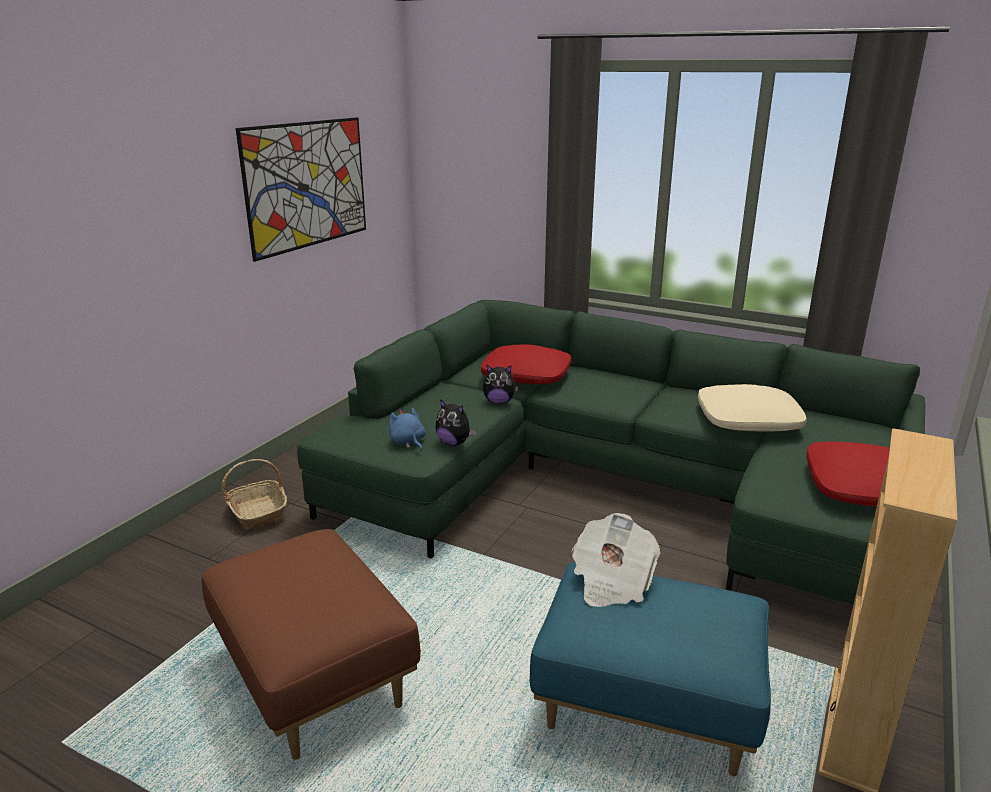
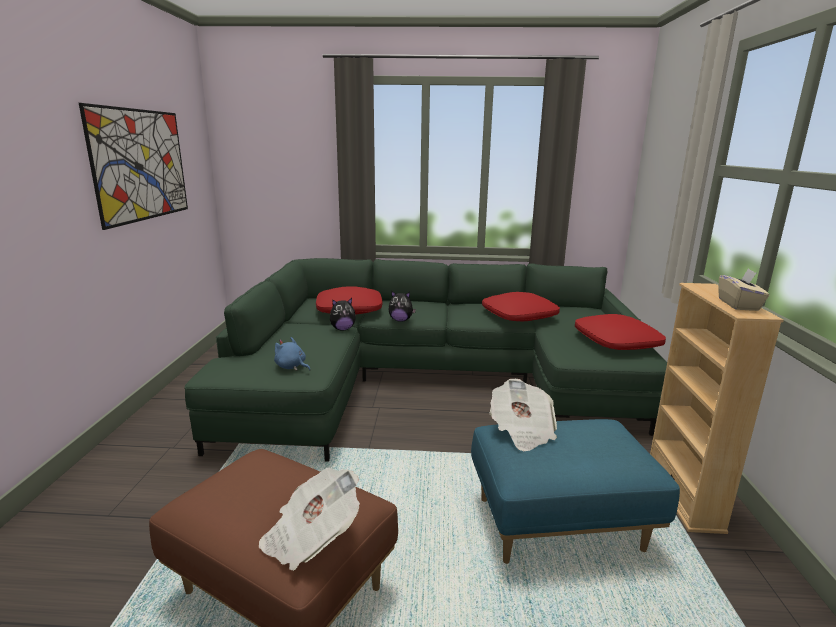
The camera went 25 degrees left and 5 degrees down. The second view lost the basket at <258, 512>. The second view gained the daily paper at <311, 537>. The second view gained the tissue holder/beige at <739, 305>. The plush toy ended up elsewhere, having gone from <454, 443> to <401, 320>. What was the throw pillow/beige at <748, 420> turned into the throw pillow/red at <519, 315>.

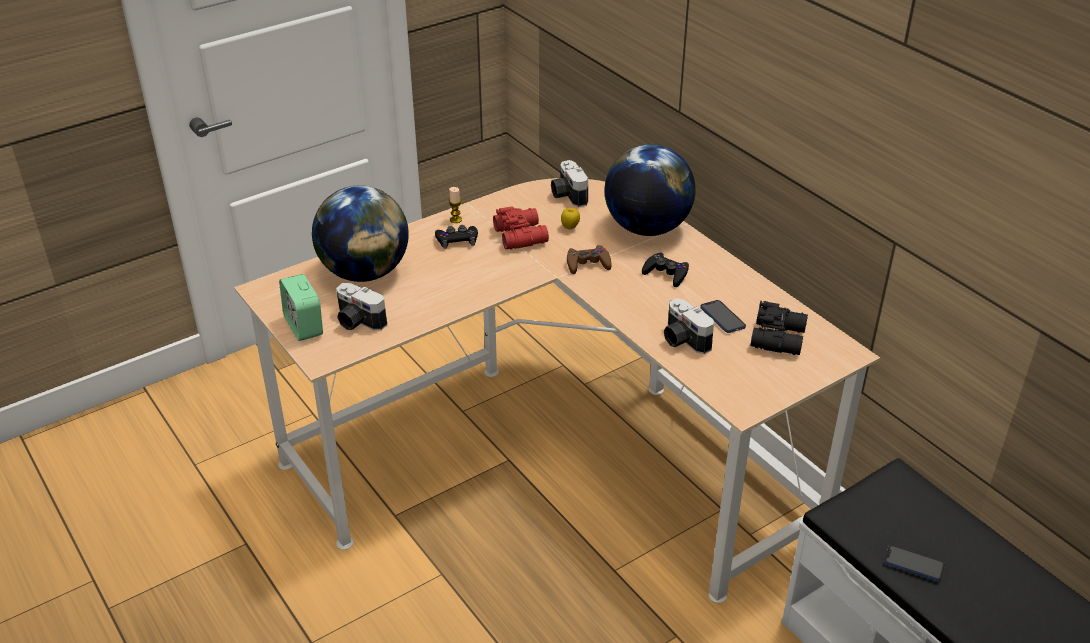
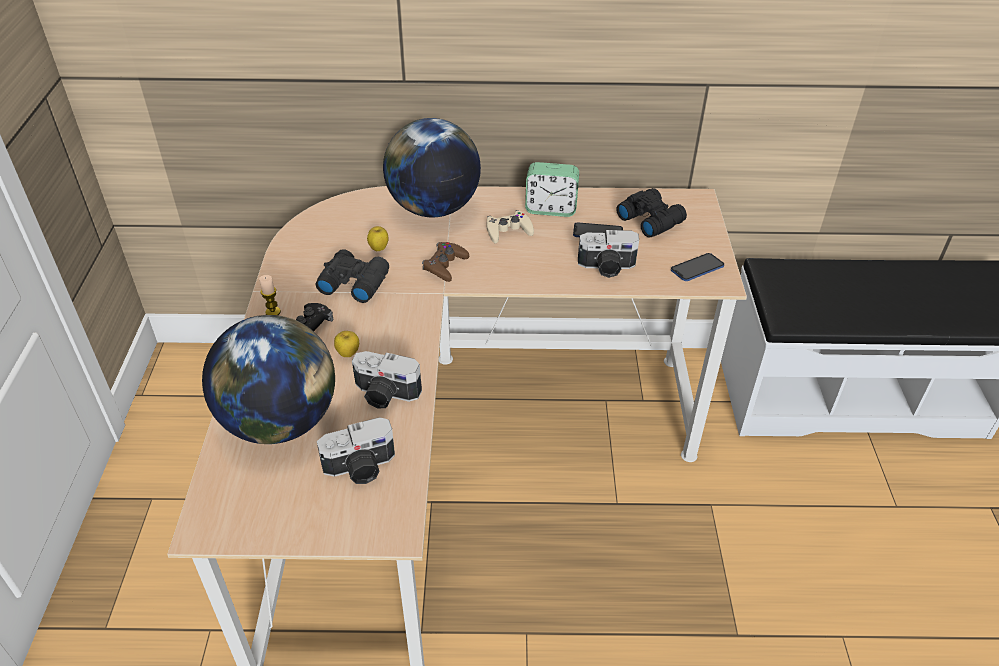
The camera went 55 degrees left and 5 degrees up. The second view gained the whole apple at <348, 354>. The alarm clock ended up elsewhere, having gone from <304, 326> to <551, 209>. The still camera ended up elsewhere, having gone from <567, 195> to <385, 395>. The handset ended up elsewhere, having gone from <914, 564> to <697, 268>. What was the pair of binoculars/red at <521, 235> turned into the pair of binoculars/blackish at <353, 282>. What was the gamepad/blackish at <666, 273> turned into the gamepad/beige at <508, 231>.

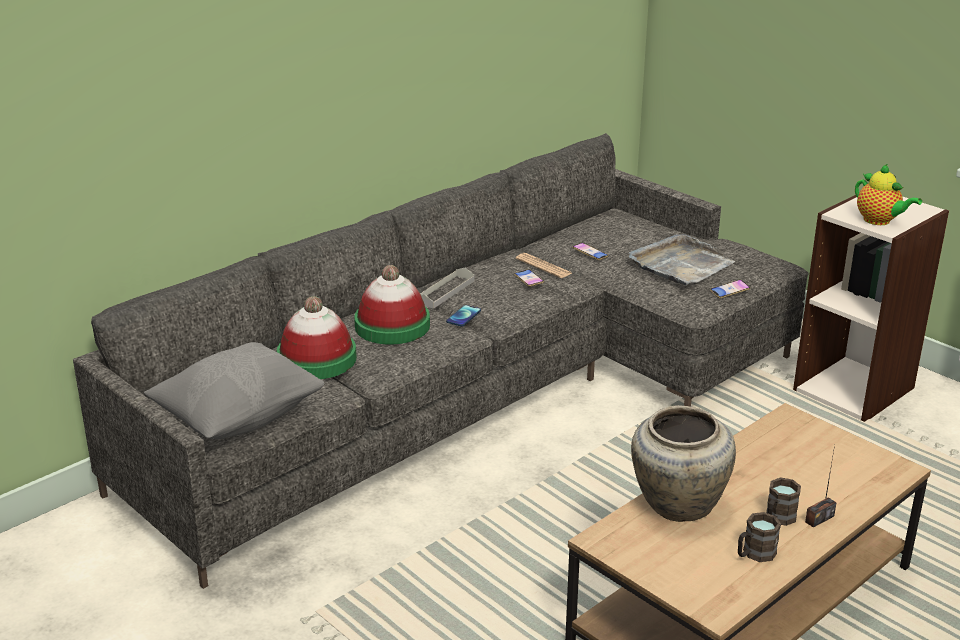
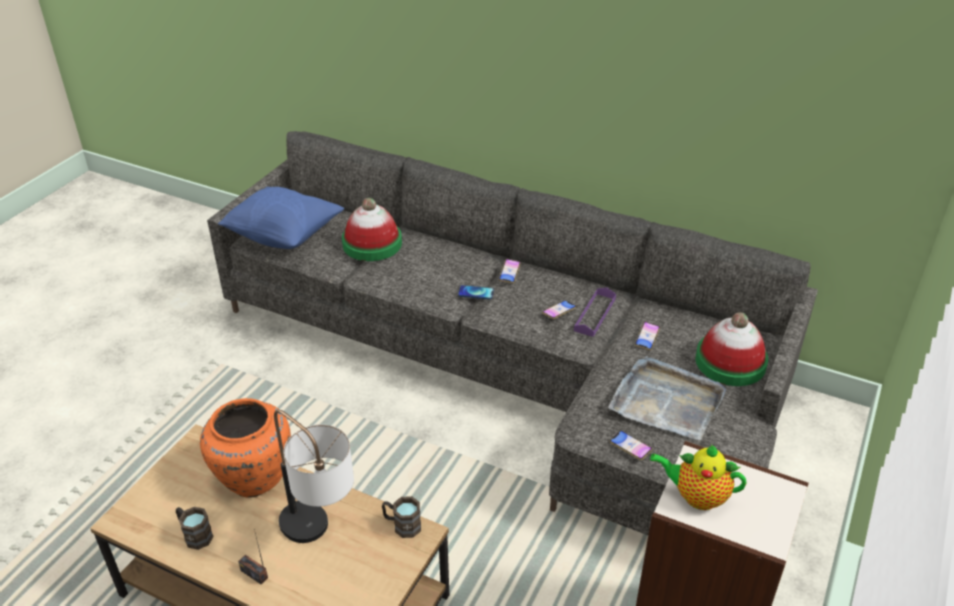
The camera went 70 degrees right and 10 degrees up. The second view gained the lamp for a table at <320, 537>. The clothing hat ended up elsewhere, having gone from <392, 326> to <730, 362>. The tea mug/brown ended up elsewhere, having gone from <777, 519> to <402, 525>. Where the serving tray/grey stood at <445, 291>, the handset came to stand at <509, 273>. Where the daily paper stood at <543, 266>, the serving tray/purplish came to stand at <595, 314>. What was the throw pillow/grey at <239, 418> turned into the throw pillow/blue at <284, 236>. What was the flower vase/beige at <676, 505> turned into the flower vase/orange at <254, 476>. The teapot at <879, 221> ended up facing another way, 75 degrees clockwise from before.

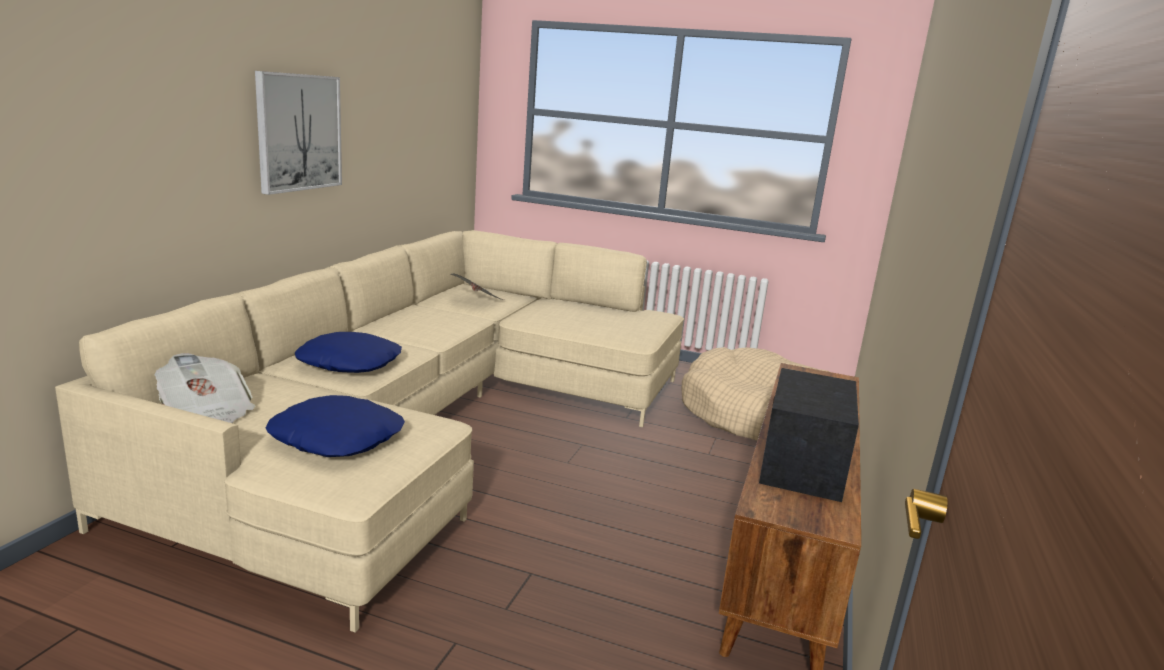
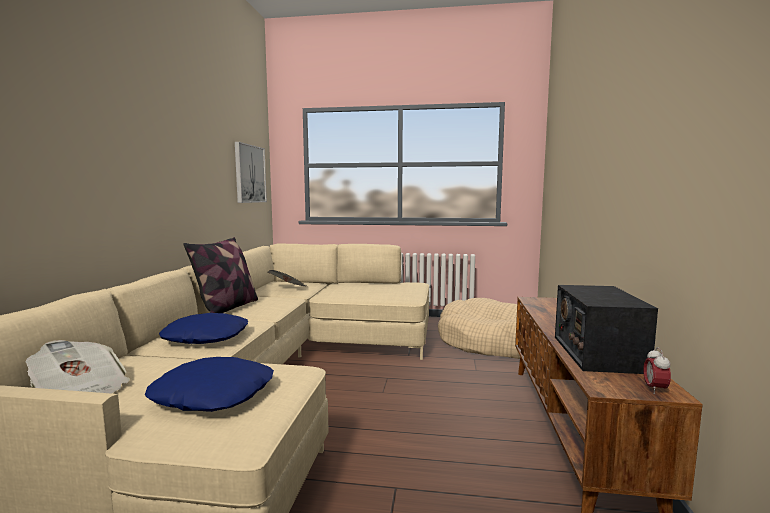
The camera went 10 degrees left and 10 degrees down. The second view gained the throw pillow at <227, 308>. The second view gained the alarm clock at <655, 389>. The picture ended up elsewhere, having gone from <298, 132> to <249, 174>.

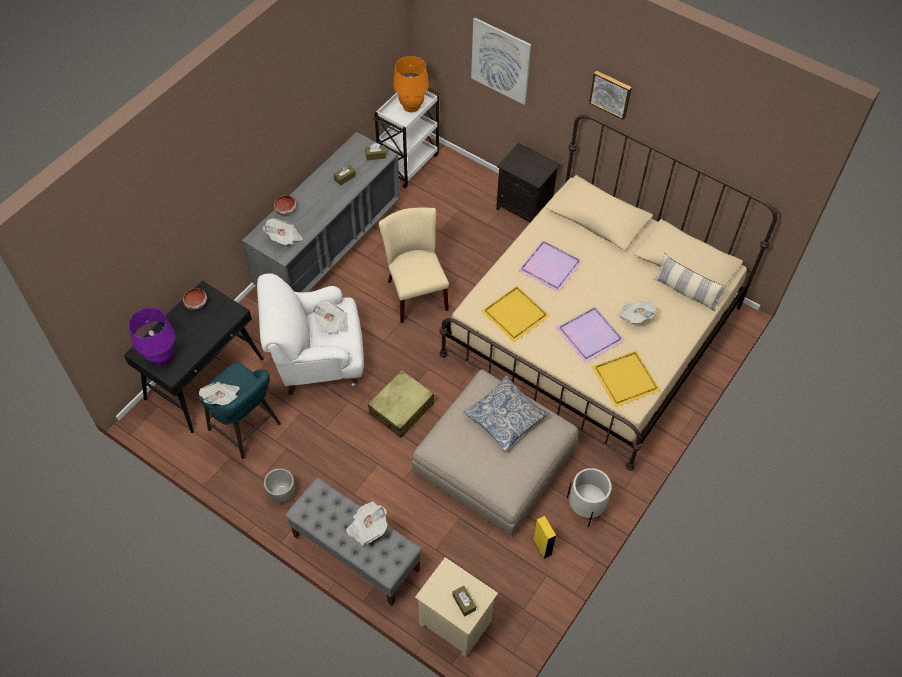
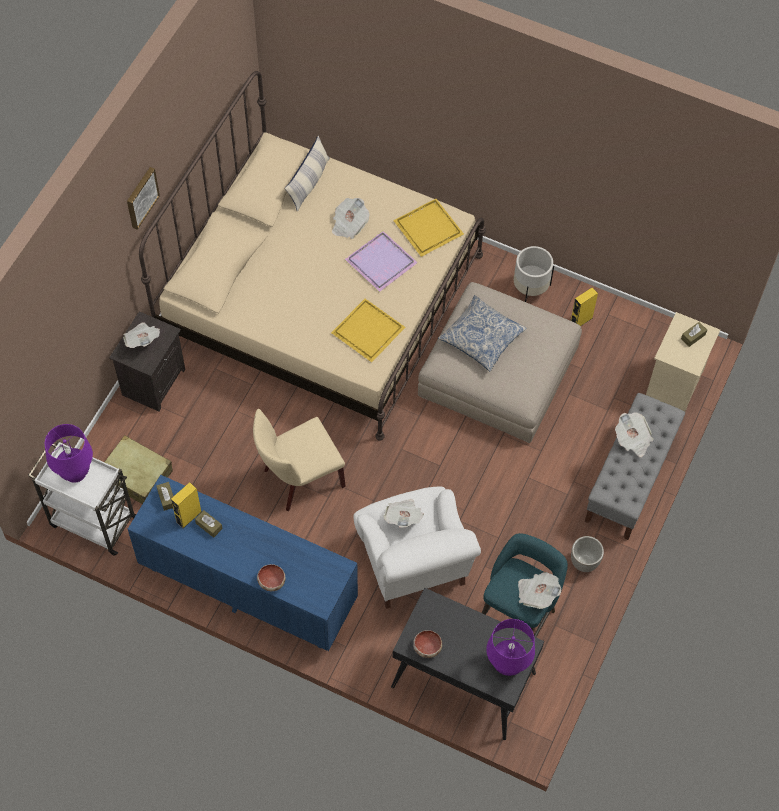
The camera went 100 degrees left and 5 degrees up. The second view lost the picture at <500, 61>. The second view lost the serving tray/purplish at <548, 267>. The second view gained the speaker/yellowish at <188, 516>. The daily paper ended up elsewhere, having gone from <284, 238> to <142, 340>. The travel case/beige ended up elsewhere, having gone from <402, 408> to <136, 476>. What was the dresser/grey at <329, 248> turned into the dresser/blue at <247, 586>. What was the lamp for a table/orange at <411, 106> turned into the lamp for a table/purplish at <75, 472>.

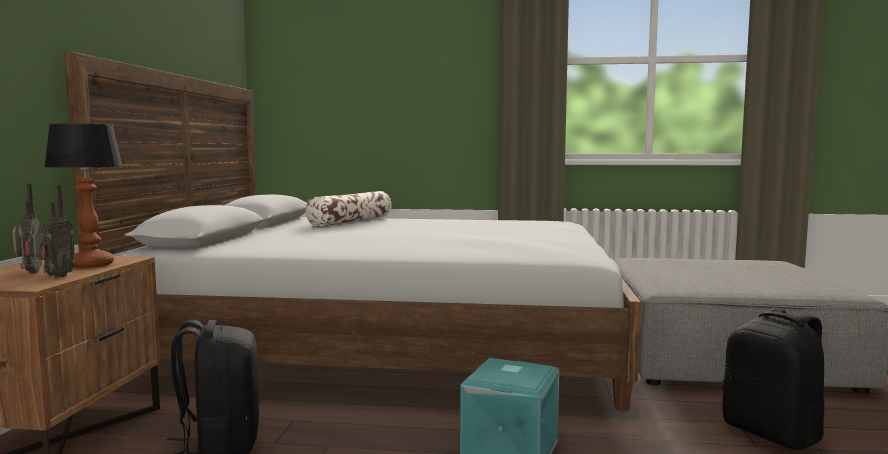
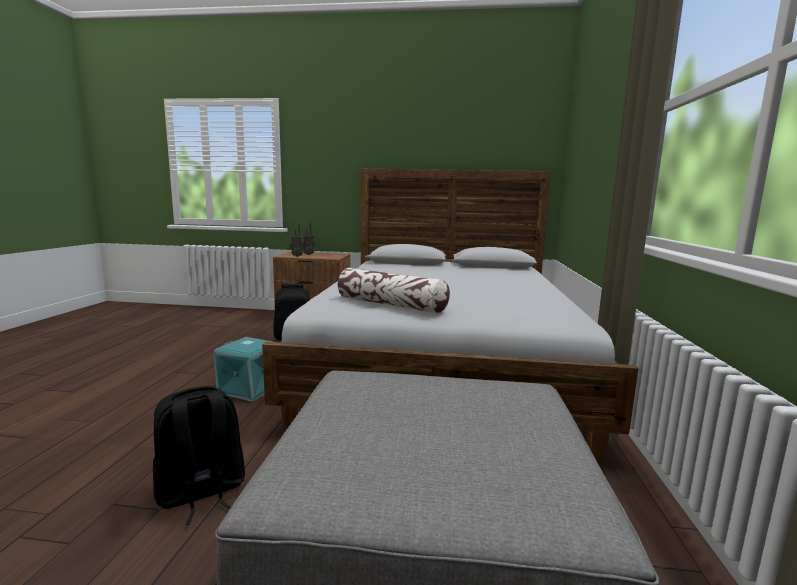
The camera went 90 degrees right and 5 degrees up. The second view lost the lamp for a table at <91, 264>. The throw pillow ended up elsewhere, having gone from <351, 221> to <391, 304>.

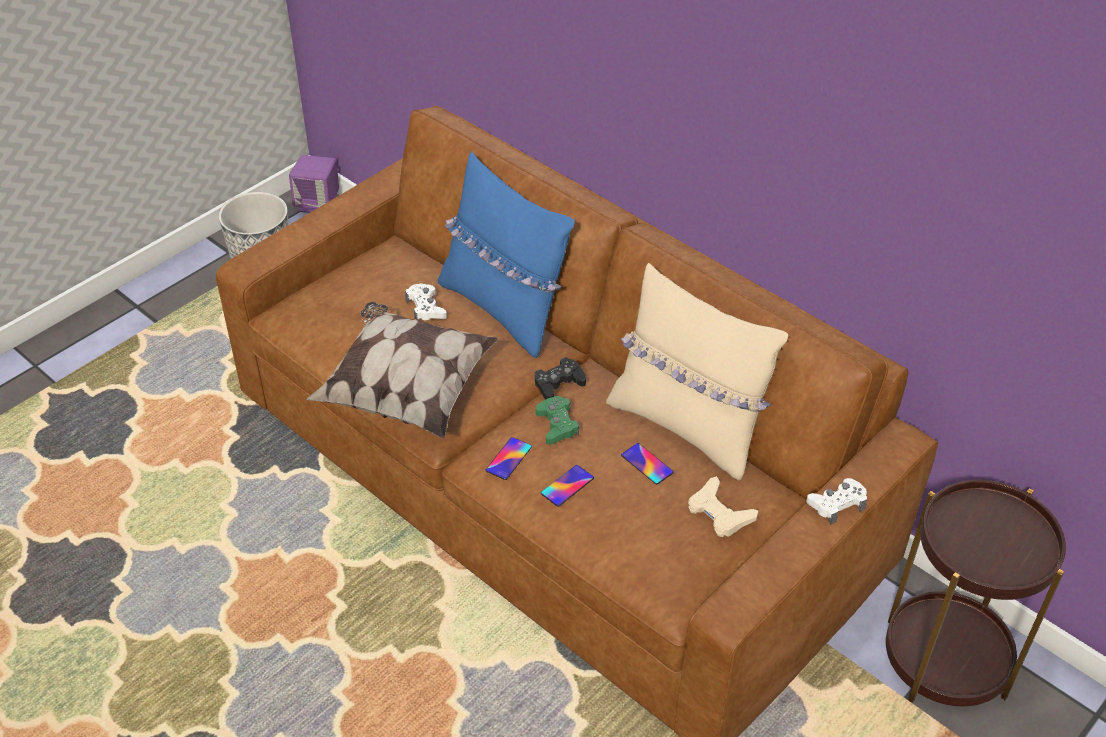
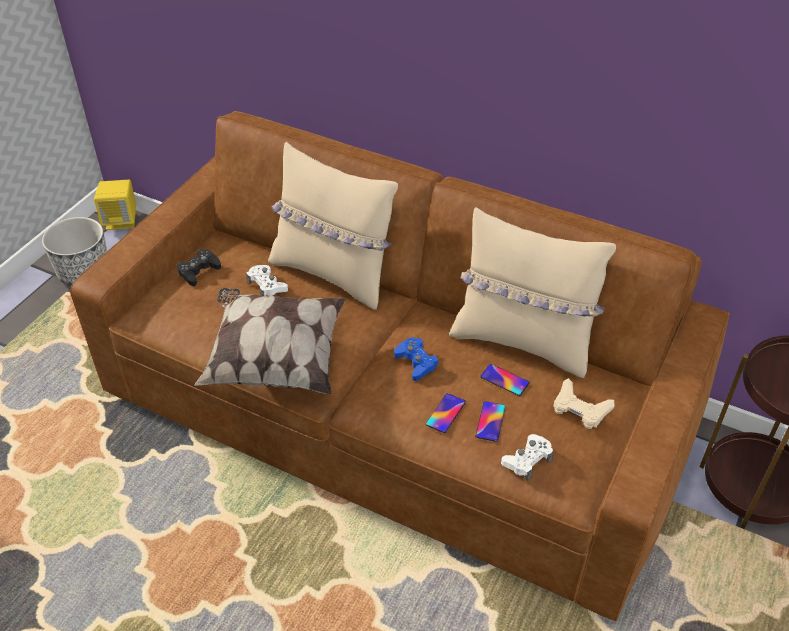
The camera went 15 degrees left and 0 degrees up. The handset ended up elsewhere, having gone from <508, 459> to <490, 421>. The gamepad/blackish ended up elsewhere, having gone from <558, 384> to <198, 271>. The gamepad/whitish ended up elsewhere, having gone from <836, 504> to <527, 460>. What was the speaker/purplish at <318, 204> turned into the speaker/yellowish at <121, 221>. What was the throw pillow/blue at <504, 309> turned into the throw pillow/beige at <333, 274>. What was the gamepad/green-coloured at <557, 425> turned into the gamepad/blue at <416, 362>.

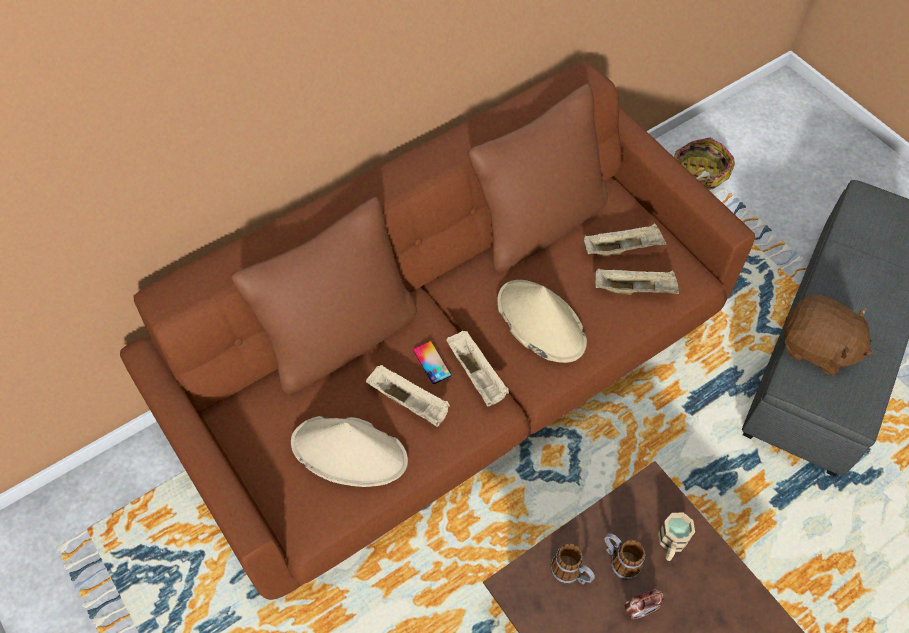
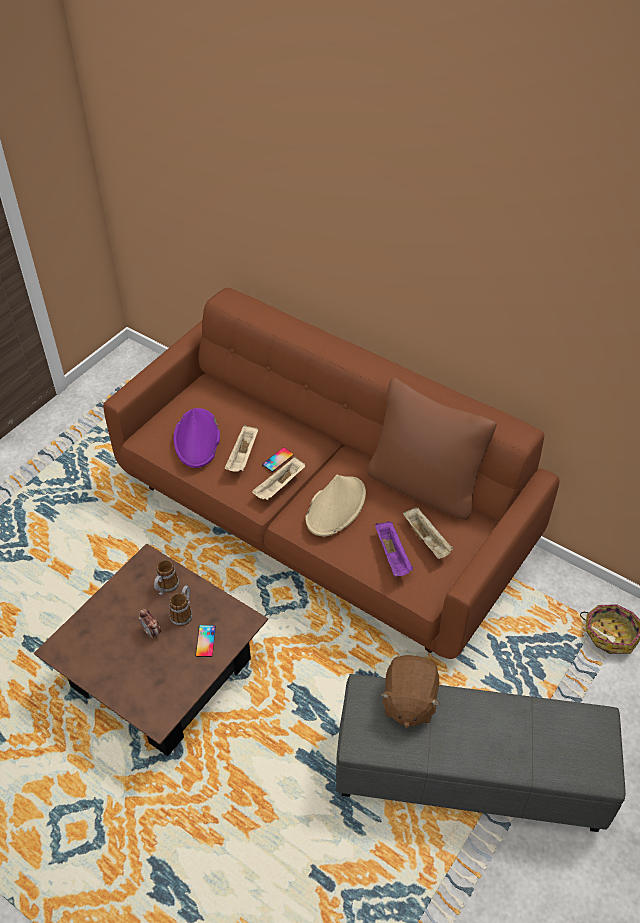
The camera went 70 degrees right and 10 degrees down. The second view lost the throw pillow/brown at <340, 338>. Where the tea mug/beige stood at <671, 544>, the handset came to stand at <205, 641>. What was the clothing hat/beige at <350, 452> turned into the clothing hat/purplish at <197, 439>. What was the serving tray/beige at <635, 289> turned into the serving tray/purplish at <393, 556>.

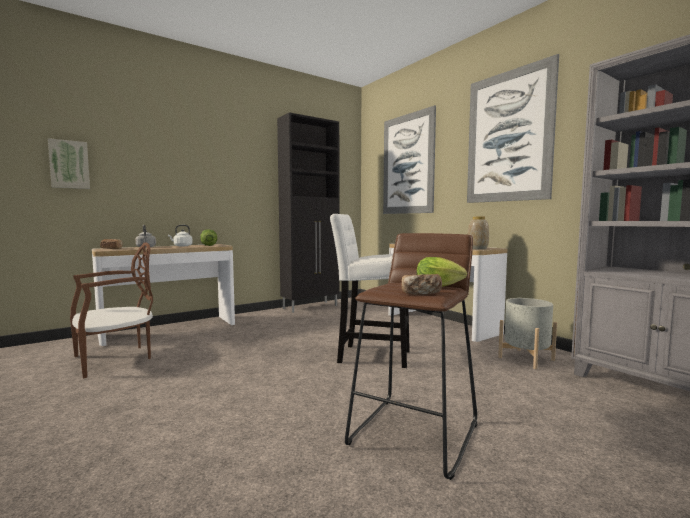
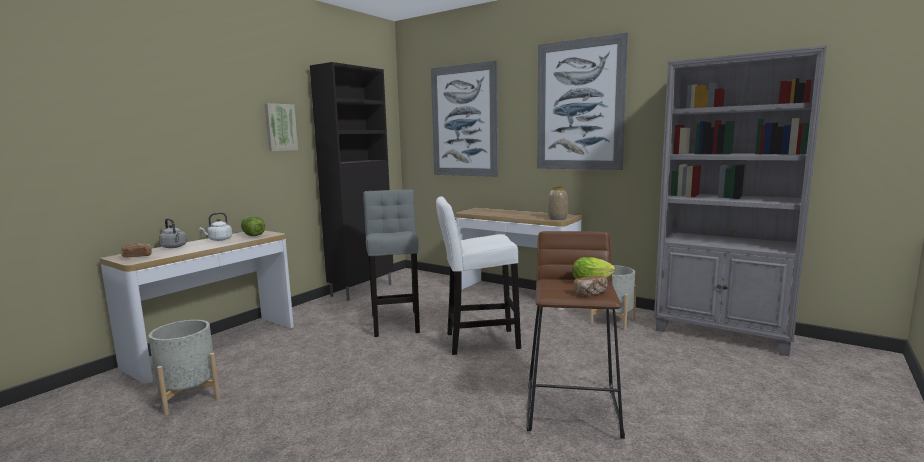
The camera went 20 degrees left and 5 degrees up. The second view gained the sitting stool/grey at <396, 321>. The picture ended up elsewhere, having gone from <69, 164> to <280, 127>. Where the plain chair/brown stood at <115, 359>, the plant pot/grey came to stand at <189, 396>.

